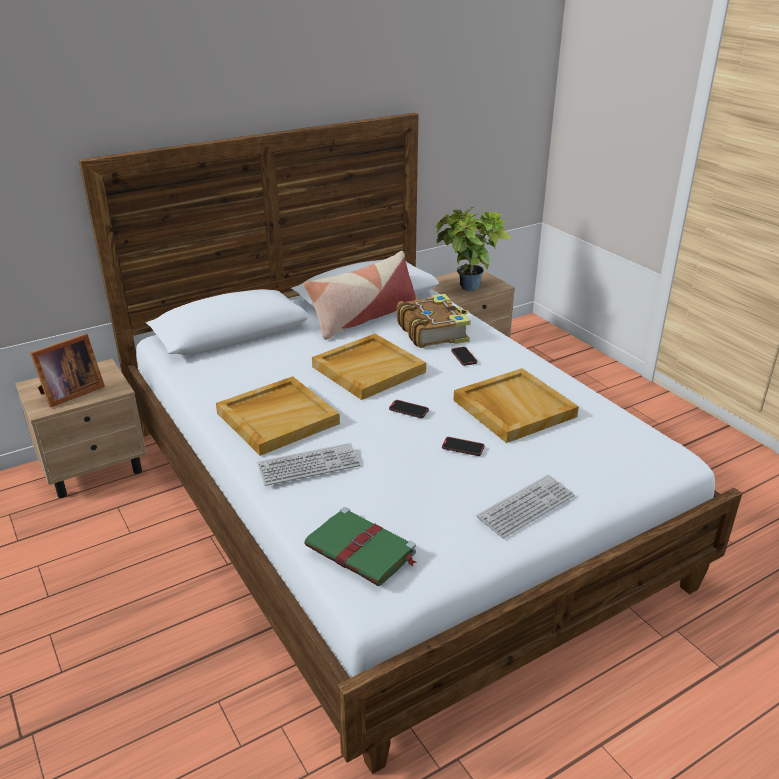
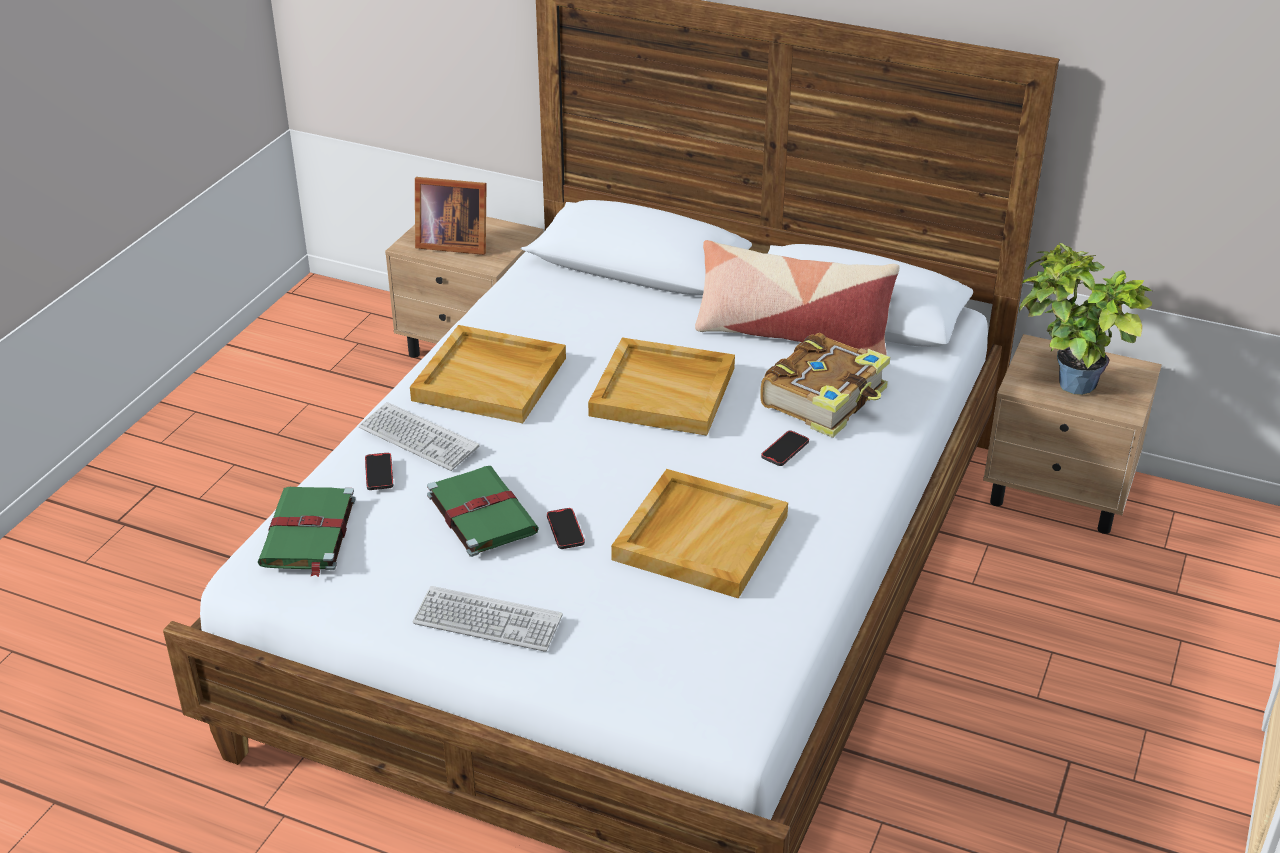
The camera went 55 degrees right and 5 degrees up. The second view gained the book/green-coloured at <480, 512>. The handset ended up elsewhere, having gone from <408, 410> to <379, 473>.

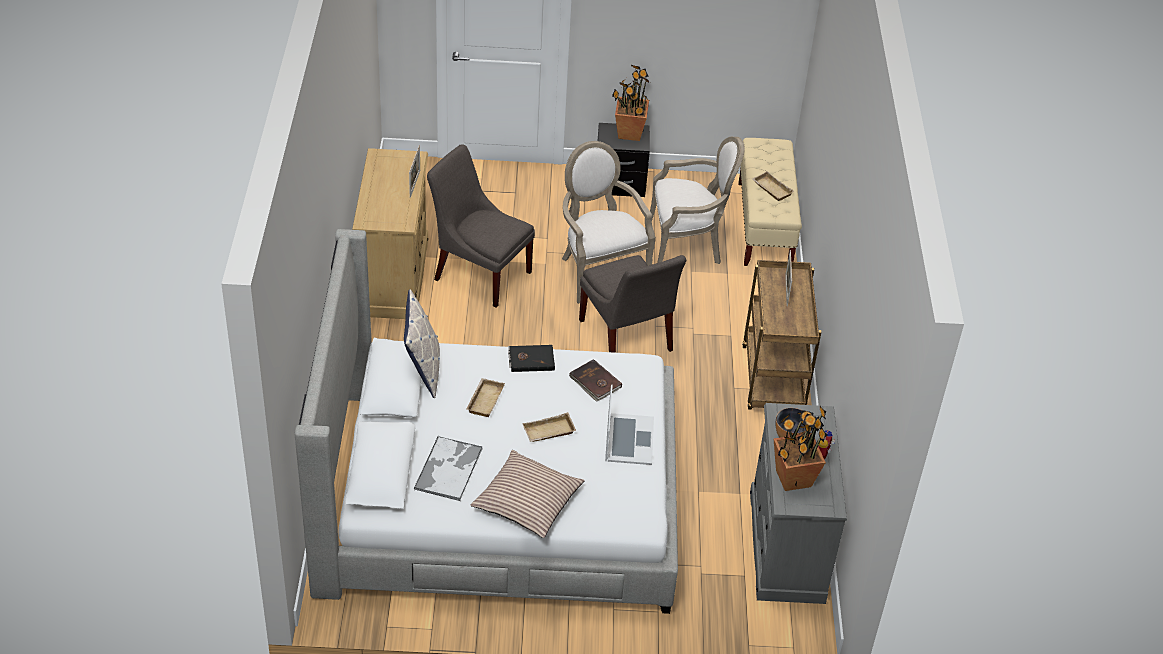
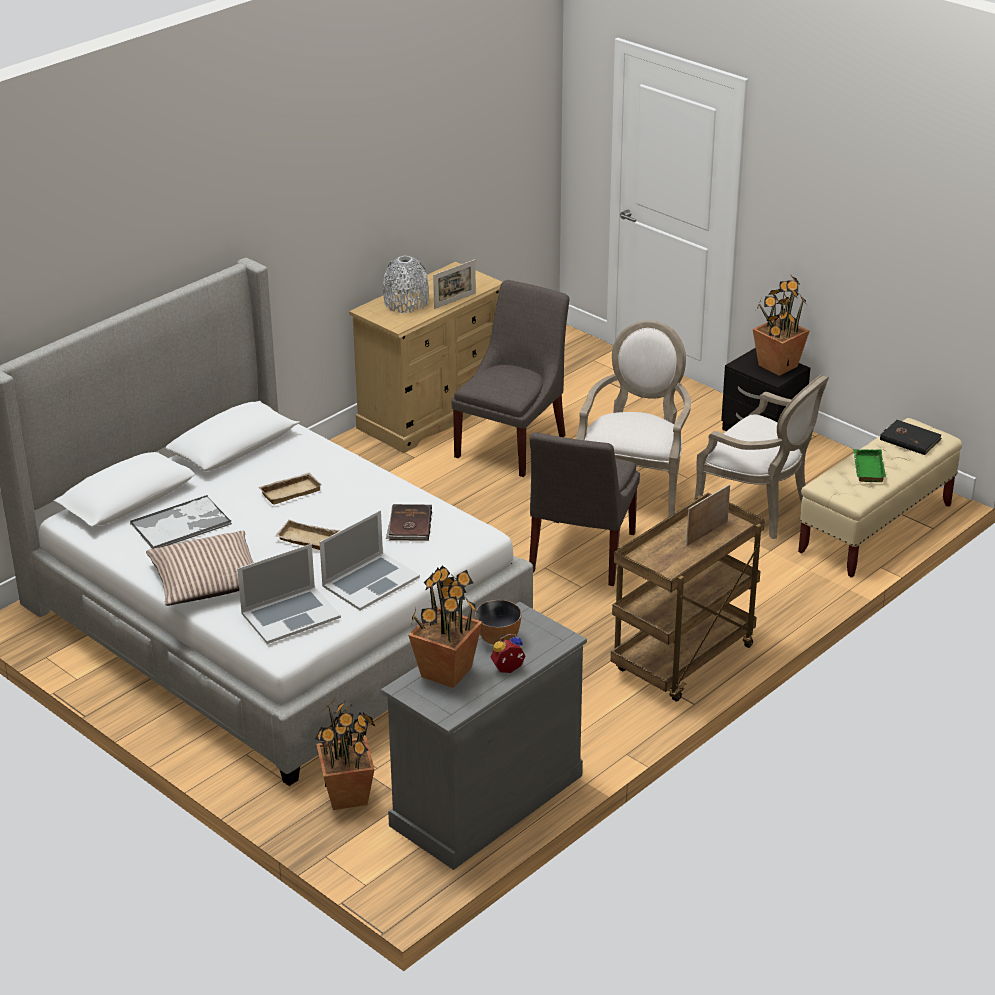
The camera went 45 degrees right and 10 degrees down. The second view lost the throw pillow at <423, 370>. The second view gained the laptop at <290, 615>. The second view gained the plant in a pot at <348, 795>. The second view gained the flower vase/grey at <406, 303>. The book/blackish ended up elsewhere, having gone from <531, 359> to <910, 439>. What was the serving tray/beige at <771, 189> turned into the serving tray/green-coloured at <867, 468>. The plain chair/grey at <479, 273> ended up facing another way, 45 degrees clockwise from before.

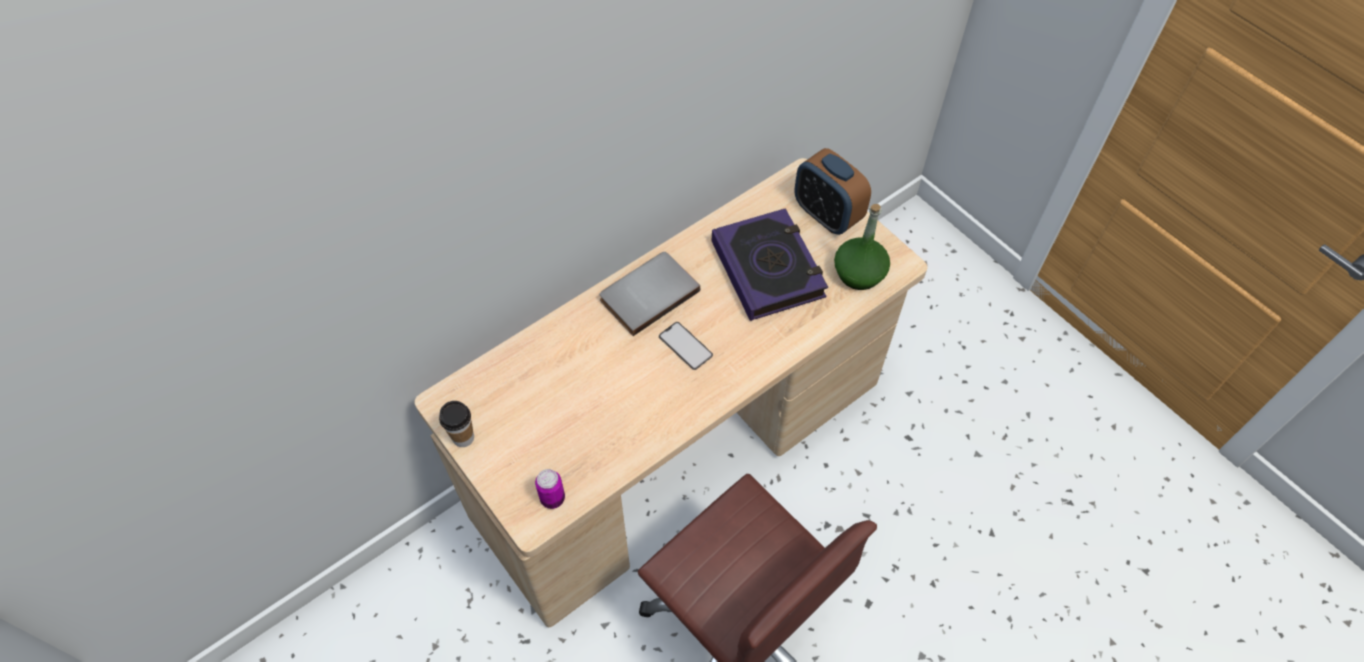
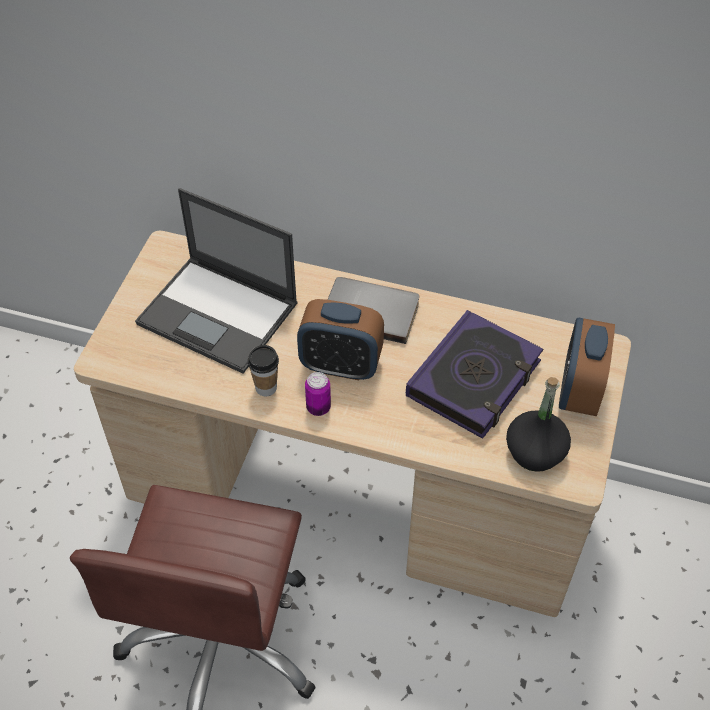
The camera went 55 degrees right and 5 degrees down. The second view gained the laptop at <219, 314>. The cup ended up elsewhere, having gone from <463, 437> to <266, 388>. The can ended up elsewhere, having gone from <552, 498> to <318, 407>. Where the handset stood at <685, 346>, the alarm clock came to stand at <341, 365>. What was the drink bottle/green-coloured at <858, 274> turned into the drink bottle/blackish at <535, 451>.

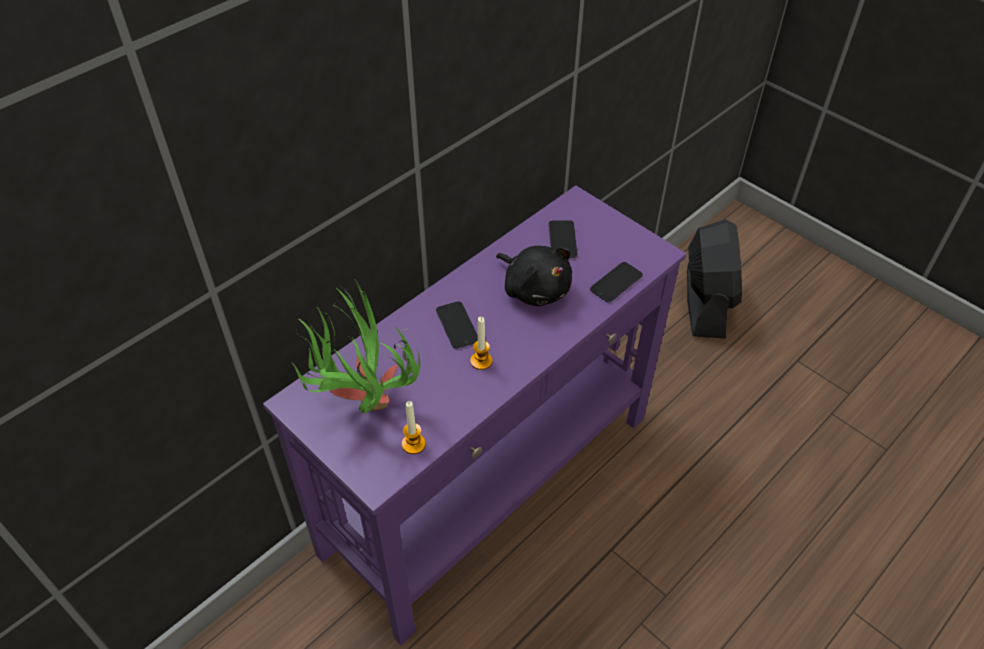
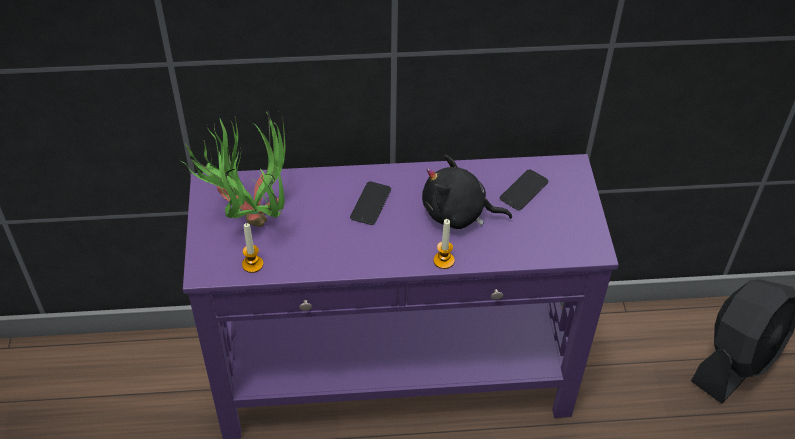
The camera went 40 degrees right and 0 degrees up. The second view lost the handset at <616, 283>. The wax light ended up elsewhere, having gone from <481, 361> to <443, 260>. The plush toy/blackish at <534, 288> ended up facing another way, 105 degrees clockwise from before.

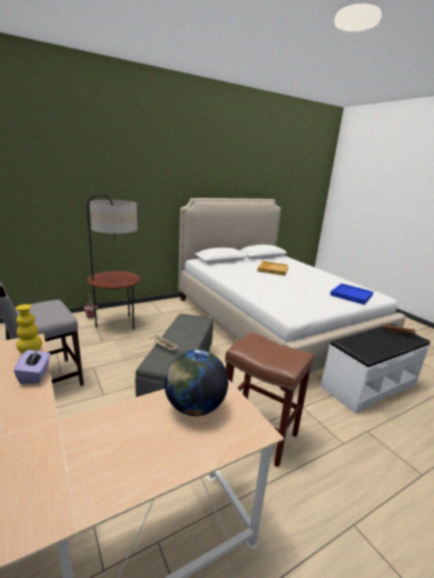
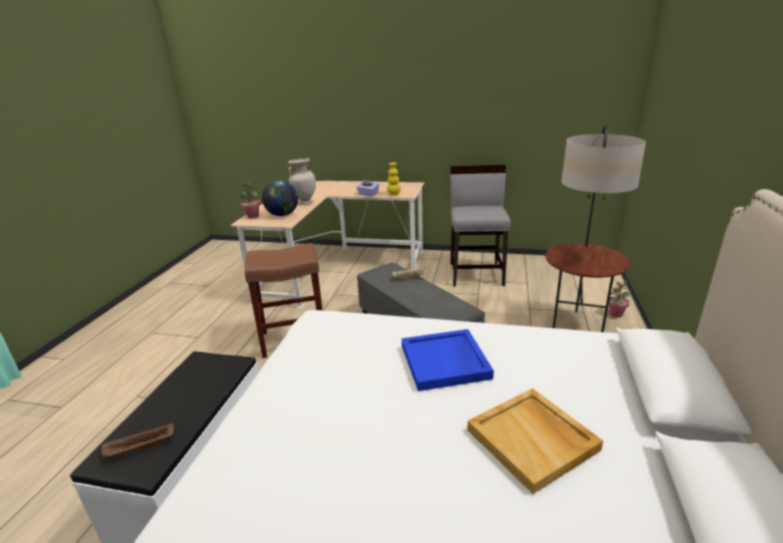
The camera went 135 degrees right and 5 degrees up. The second view gained the plant in a pot at <252, 216>. The second view gained the flower vase/beige at <305, 203>. The serving tray/blue ended up elsewhere, having gone from <351, 295> to <445, 362>.

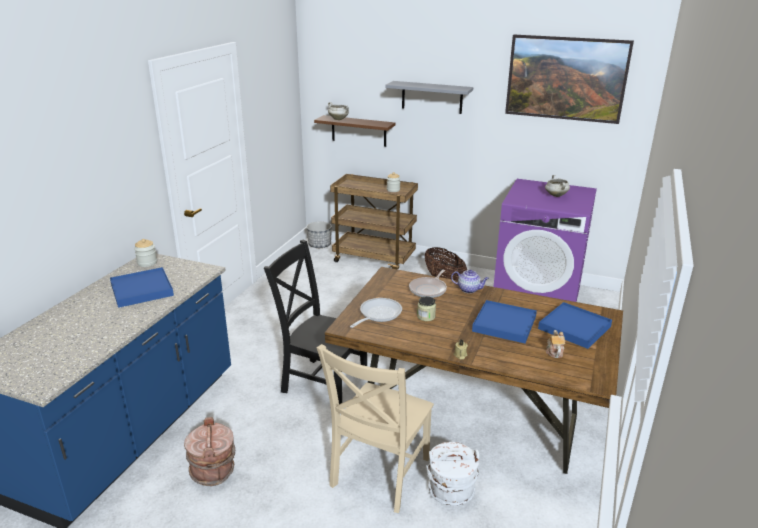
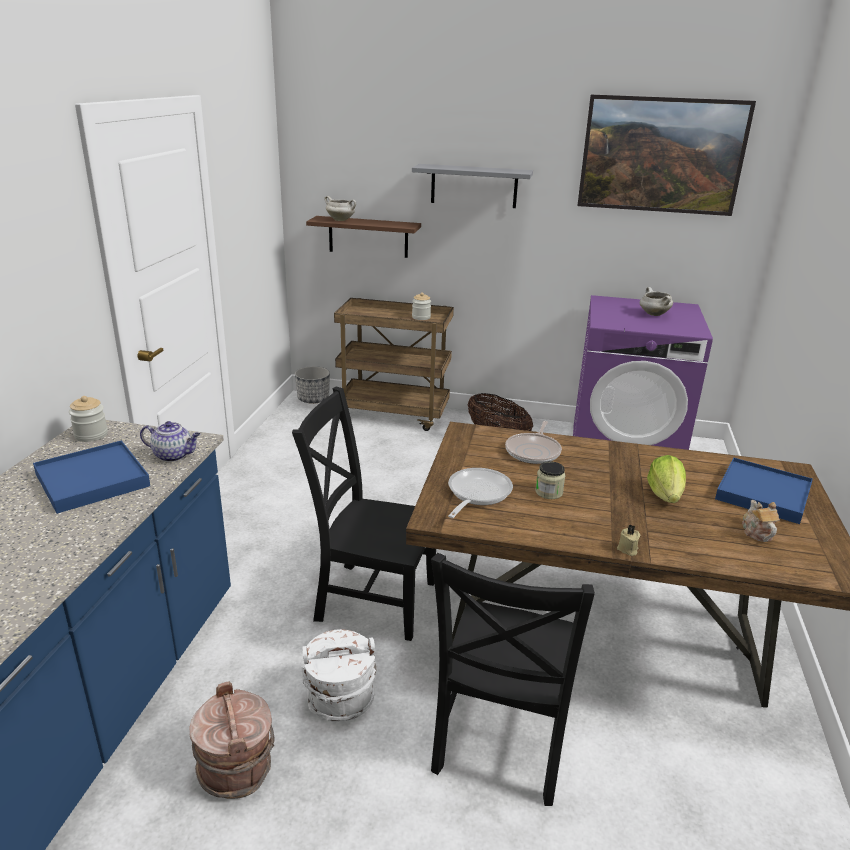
The camera went 10 degrees left and 0 degrees up. The pail/whitish ended up elsewhere, having gone from <451, 491> to <340, 700>. The teapot ended up elsewhere, having gone from <469, 289> to <174, 455>. Where the serving tray/blue stood at <504, 324>, the head of lettuce came to stand at <665, 495>. What was the plain chair/beige at <378, 475> turned into the plain chair/blackish at <500, 743>.

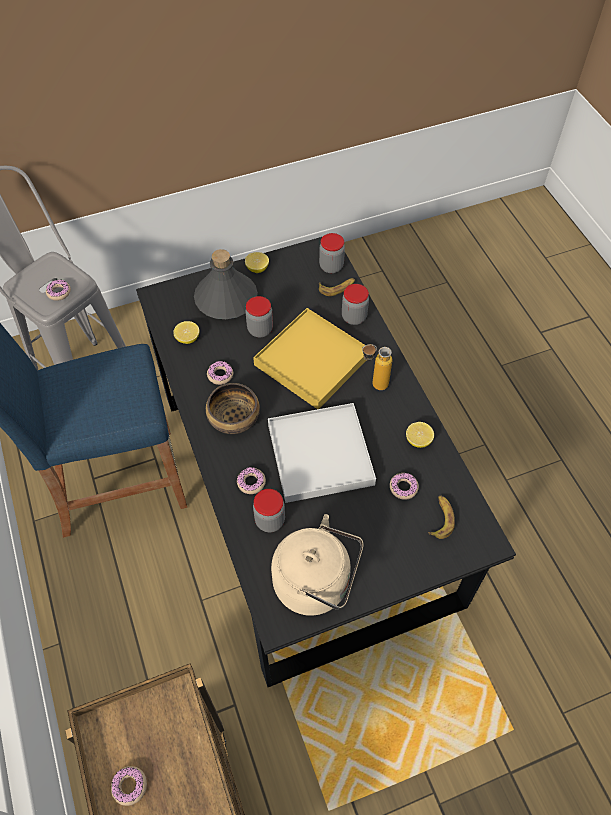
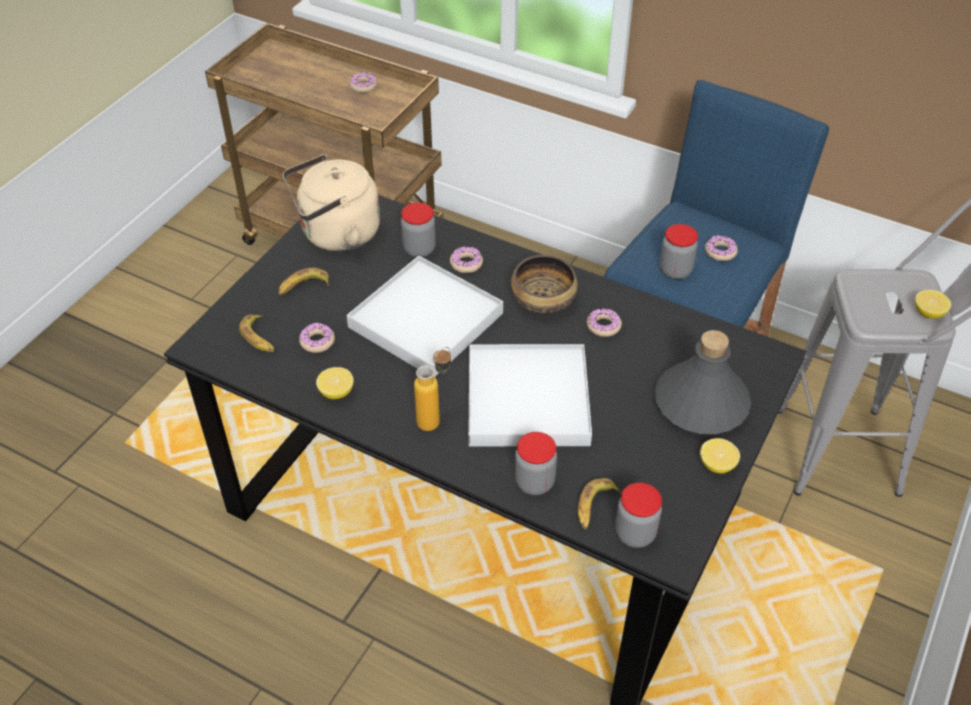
The camera went 140 degrees right and 10 degrees down. The second view gained the banana at <303, 287>. The donut ended up elsewhere, having gone from <59, 292> to <720, 252>. The lemon ended up elsewhere, having gone from <188, 338> to <928, 313>. The preserve jar ended up elsewhere, having gone from <260, 329> to <675, 270>. What was the serving tray/yellowish at <312, 360> turned into the serving tray/whitish at <528, 400>.

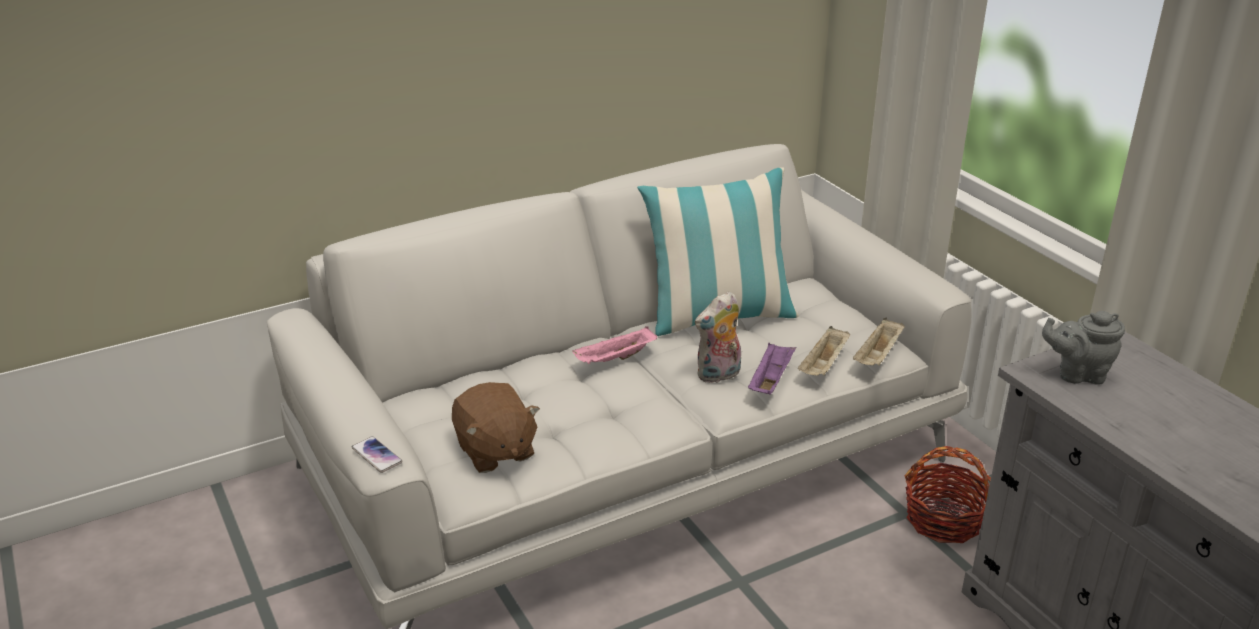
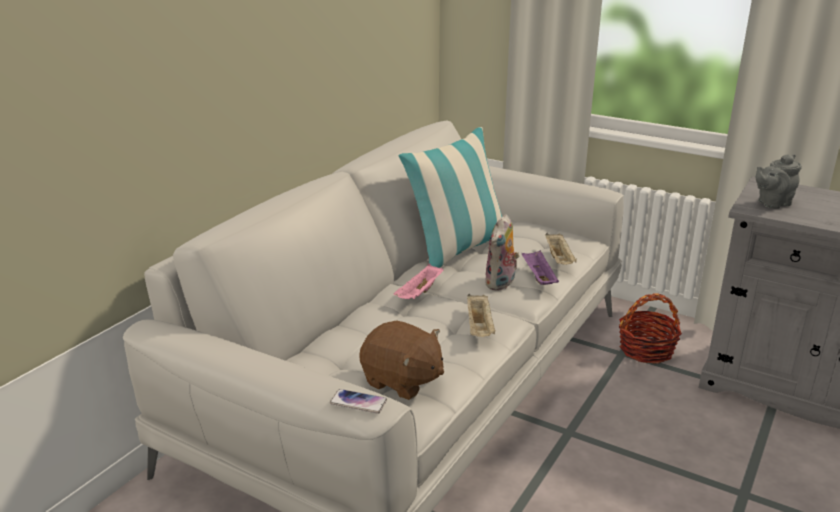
The camera went 30 degrees left and 5 degrees down. The serving tray/beige ended up elsewhere, having gone from <878, 356> to <479, 327>.

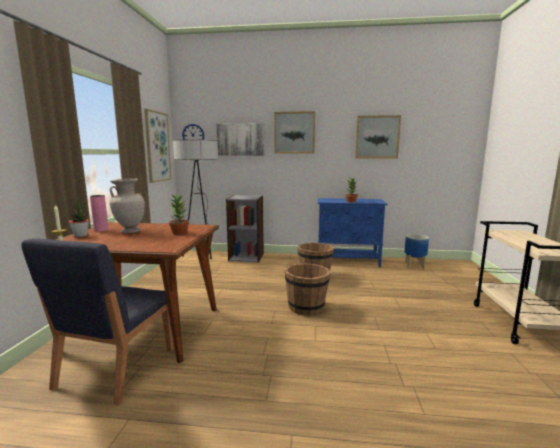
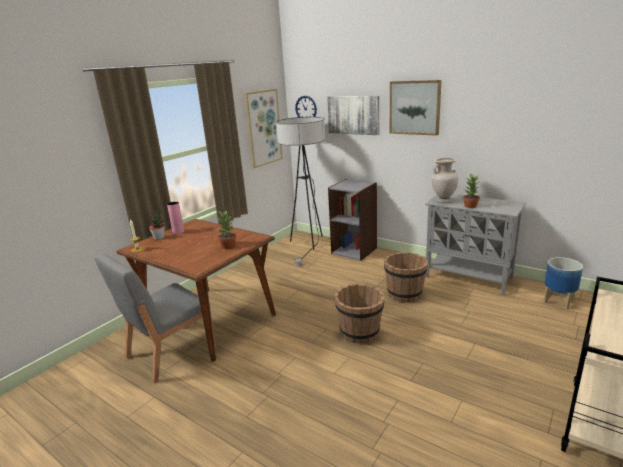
The camera went 30 degrees right and 10 degrees up. The second view lost the picture at <377, 137>. The flower vase/beige ended up elsewhere, having gone from <130, 231> to <443, 201>. What was the plain chair/blue at <115, 368> turned into the plain chair/grey at <169, 352>. What was the storage cabinet/blue at <348, 261> turned into the storage cabinet/grey at <469, 277>.

